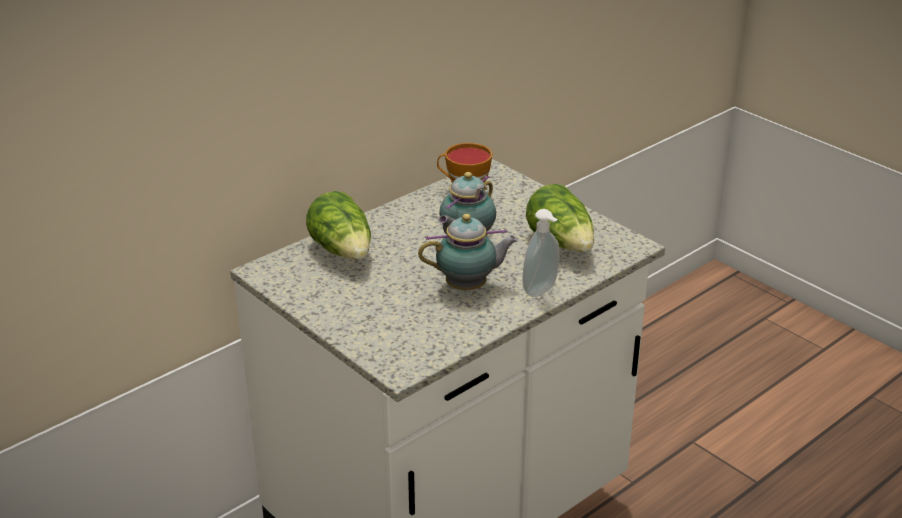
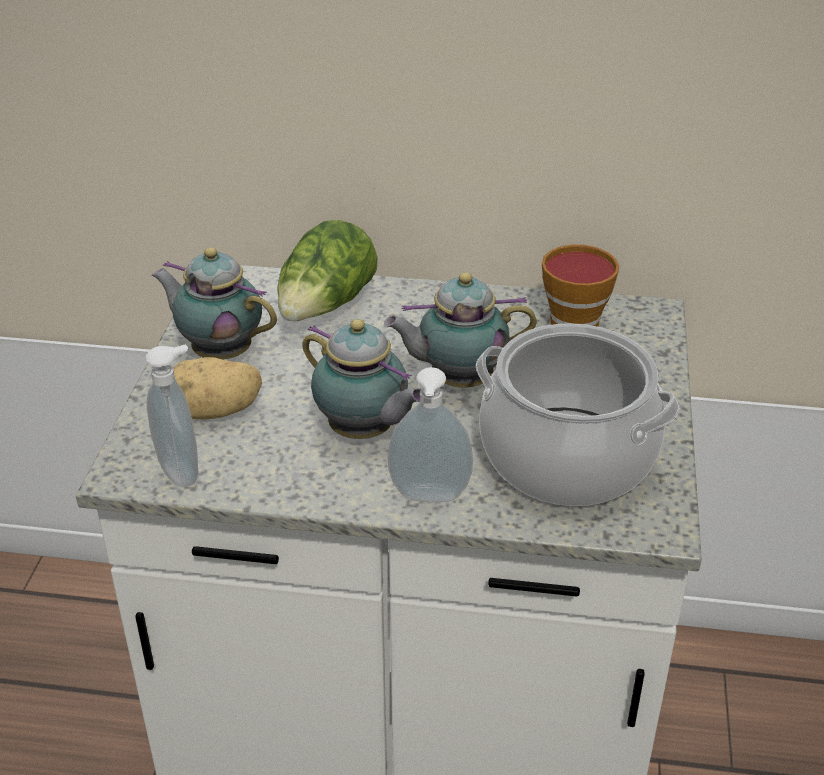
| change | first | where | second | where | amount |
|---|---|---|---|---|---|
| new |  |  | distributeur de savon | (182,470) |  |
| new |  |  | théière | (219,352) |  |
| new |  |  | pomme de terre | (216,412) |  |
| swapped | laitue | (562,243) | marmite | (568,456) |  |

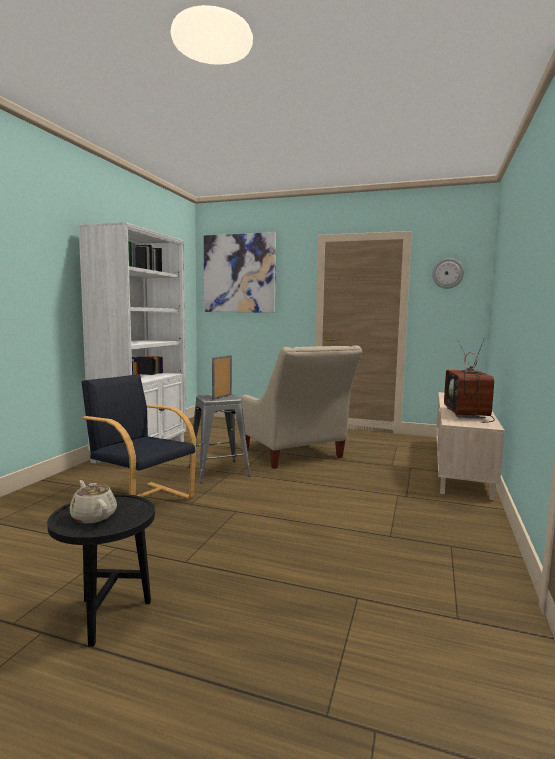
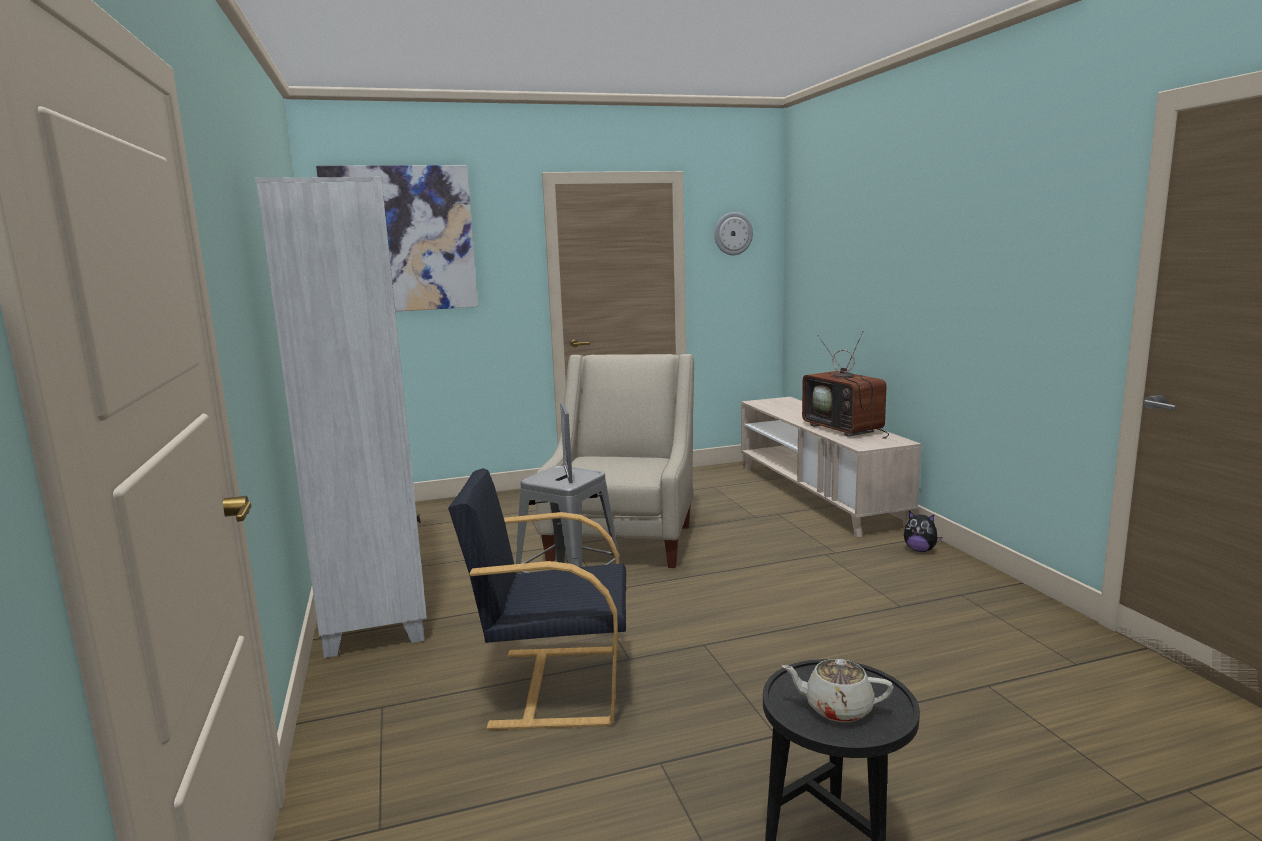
| change | first | where | second | where | amount |
|---|---|---|---|---|---|
| rotated | fauteuil/beige | (295,455) |  | (624,538) | 105 degrees counterclockwise |
| new |  |  | peluche | (920,550) |  |

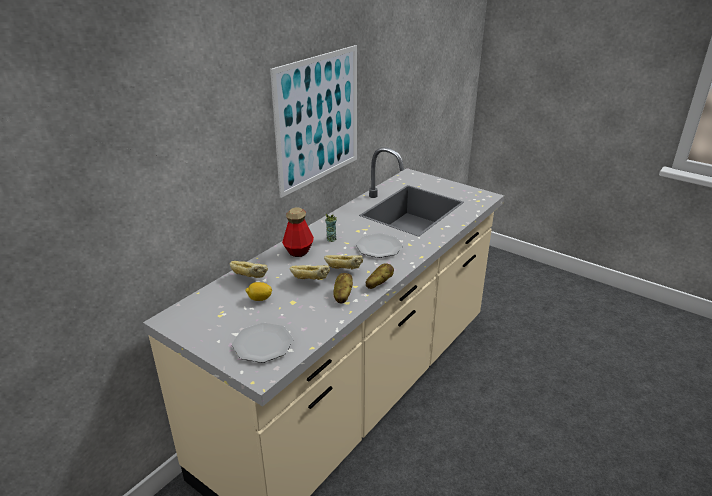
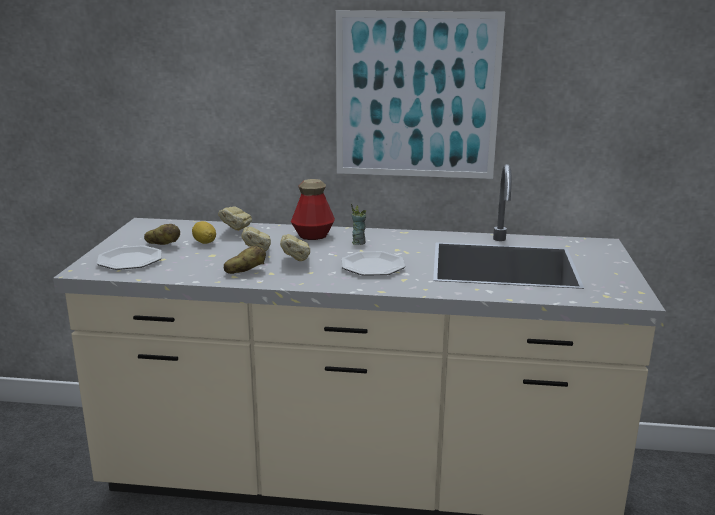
| change | first | where | second | where | amount |
|---|---|---|---|---|---|
| shifted | pomme de terre | (379,283) |  | (163,245) |  |

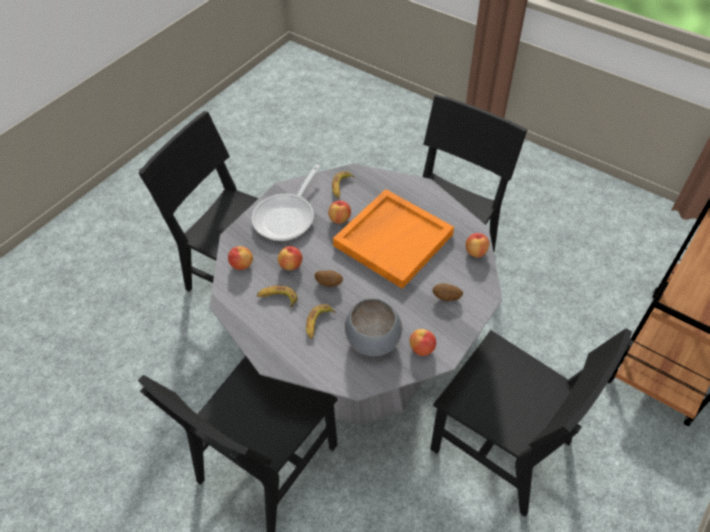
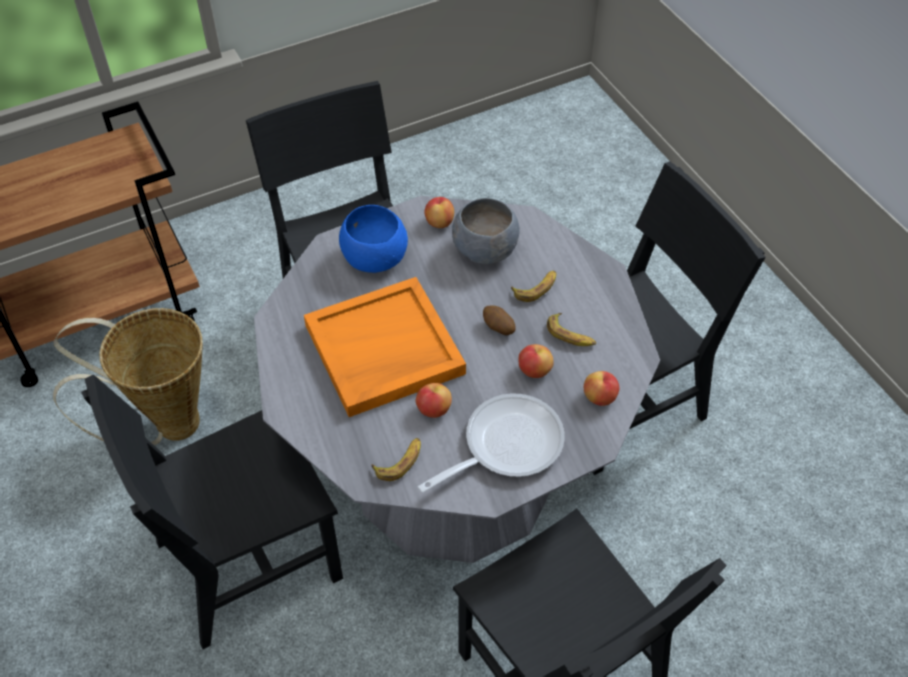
| change | first | where | second | where | amount |
|---|---|---|---|---|---|
| new |  |  | panier | (167,425) |  |
| swapped | pomme de terre | (446,297) | bol/bleu | (374,259) |  |
| gone | pomme | (476,252) |  |  |  |

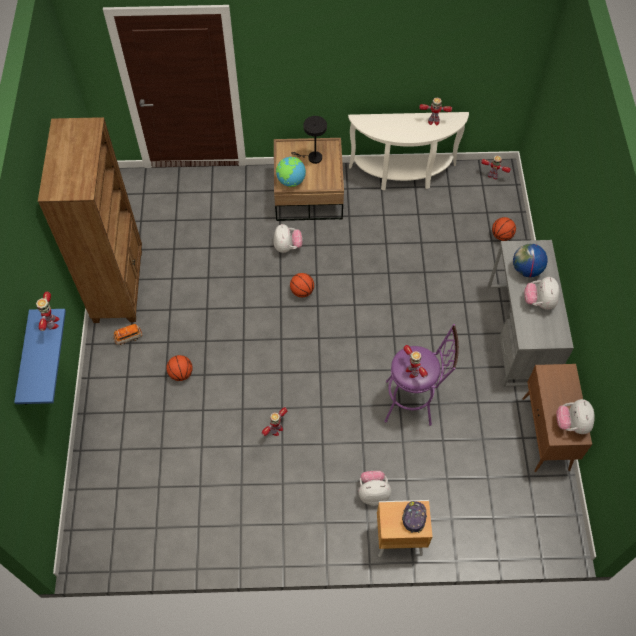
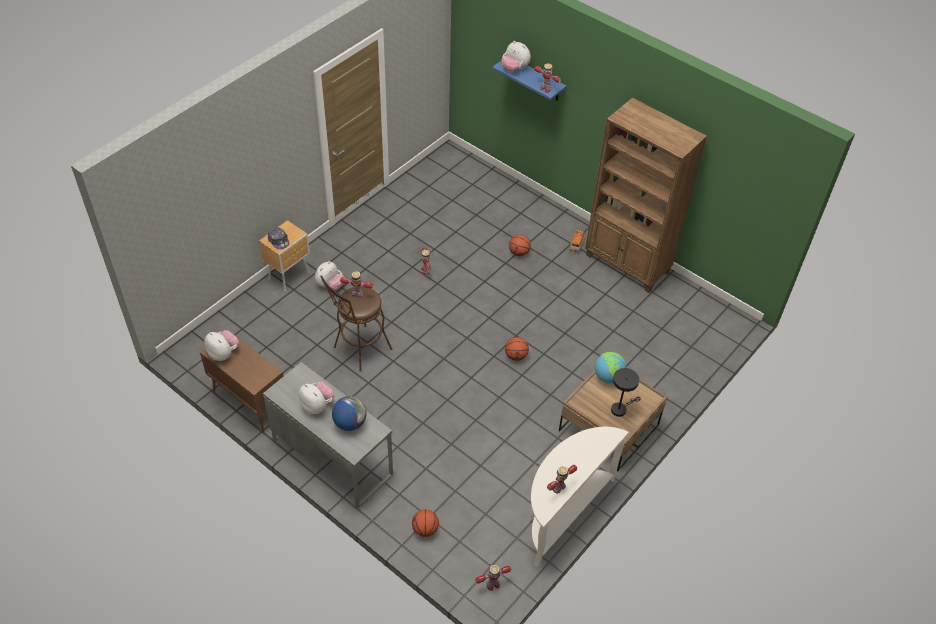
| change | first | where | second | where | amount |
|---|---|---|---|---|---|
| repainted | tabouret/violet | (414,403) | tabouret/marron | (359,350) |  |
| shifted | peluche | (287,247) |  | (514,69) |  |

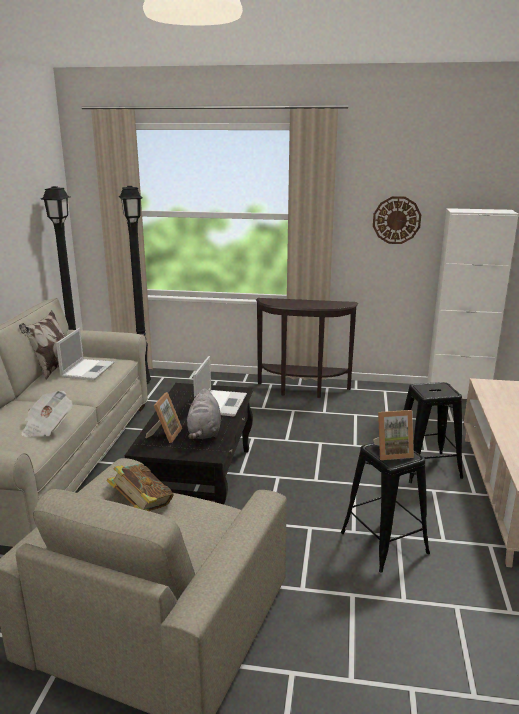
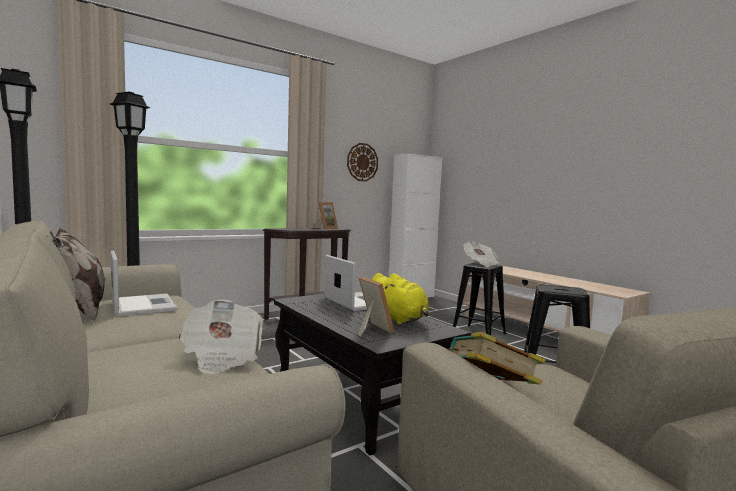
| change | first | where | second | where | amount |
|---|---|---|---|---|---|
| shifted | cadre photo | (392,452) |  | (325,228) |  |
| repainted | peluche/gris | (204,432) | peluche/jaune | (398,320) |  |
| new |  |  | journal | (480,263) |  |

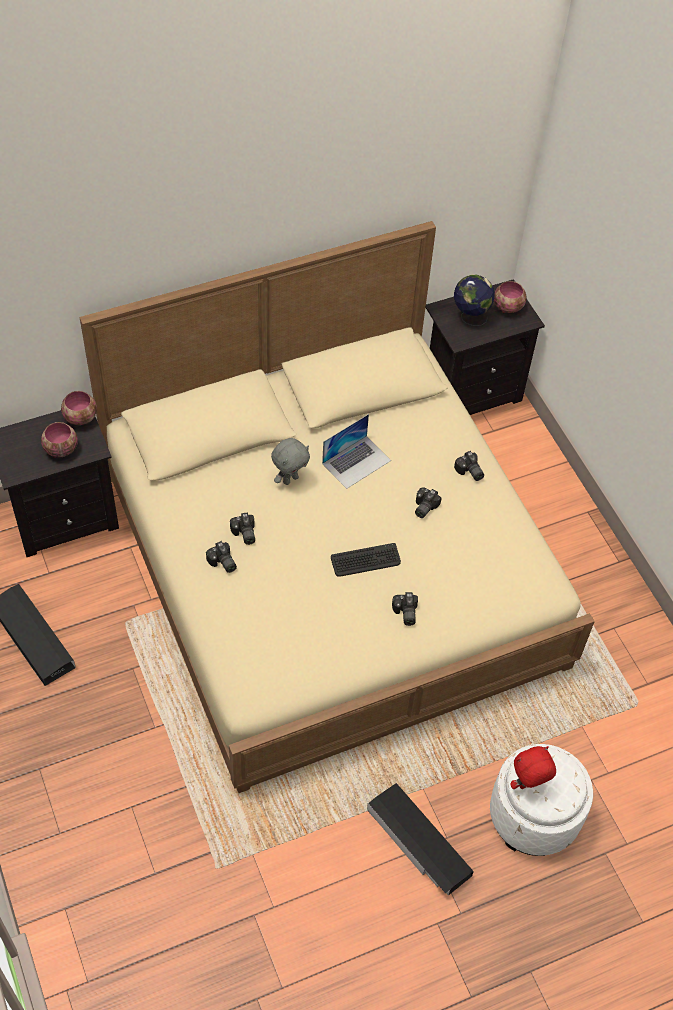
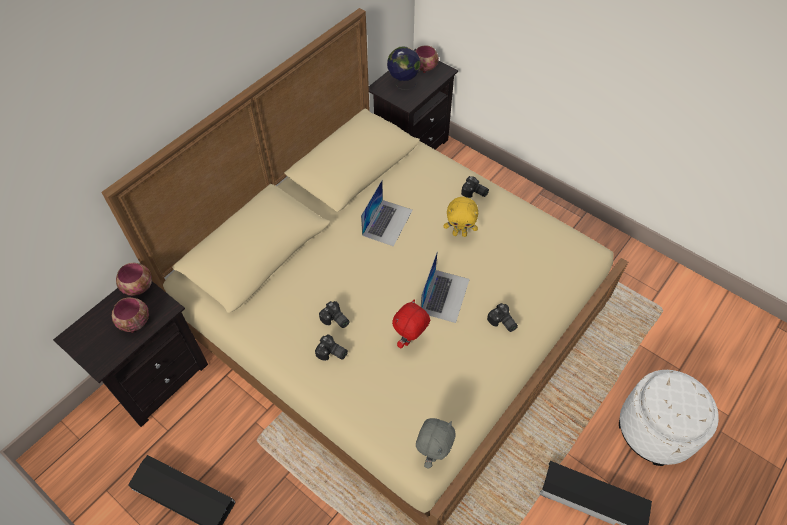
| change | first | where | second | where | amount |
|---|---|---|---|---|---|
| shifted | peluche/rouge | (528,785) |  | (410,340) |  |
| shifted | peluche/gris | (290,479) |  | (433,452) |  |
| swapped | clavier | (365,560) | ordinateur portable | (445,295) |  |
| swapped | appareil photo | (423,507) | peluche/jaune | (459,234) |  |

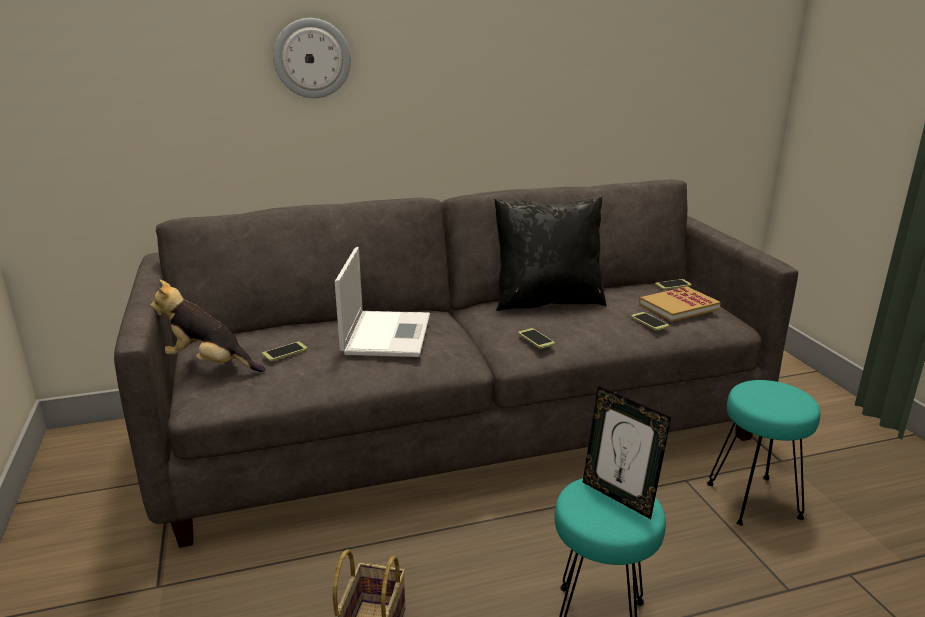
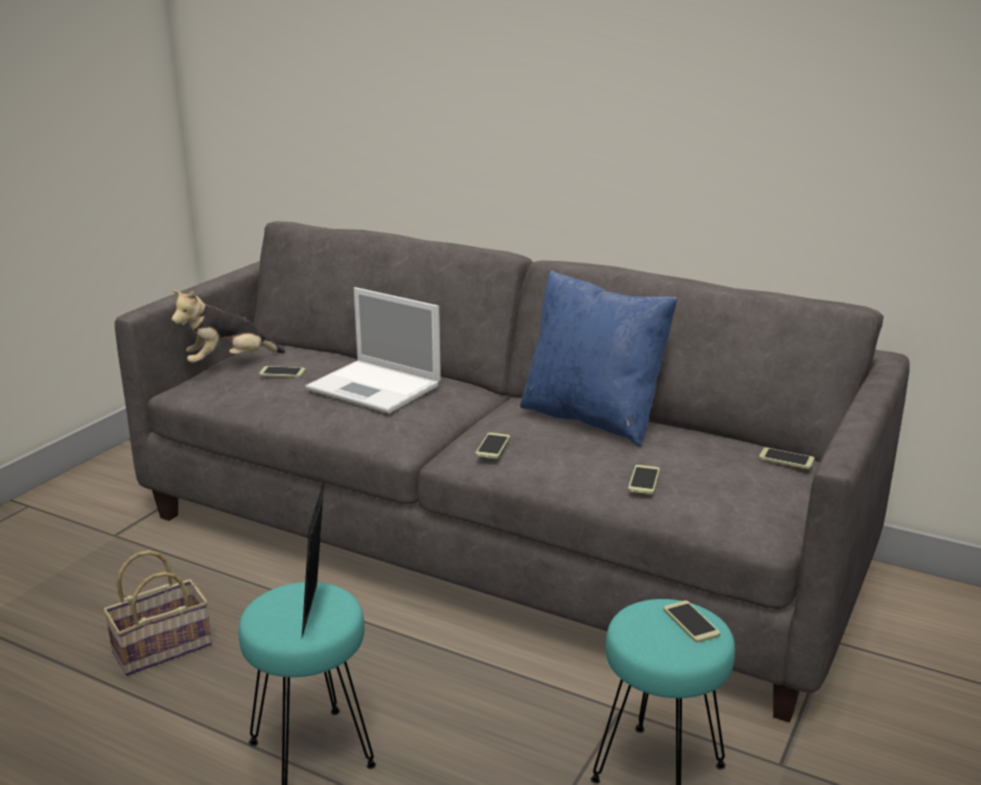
| change | first | where | second | where | amount |
|---|---|---|---|---|---|
| rotated | peluche | (210,364) |  | (228,362) | 90 degrees counterclockwise |
| rotated | ordinateur portable | (387,333) |  | (376,387) | 75 degrees clockwise |
| repainted | coussin/noir | (547,301) | coussin/bleu | (593,418) |  |
| new |  |  | téléphone | (691,622) |  |
| gone | horloge murale | (312,58) |  |  |  |
| gone | livre | (678,307) |  |  |  |

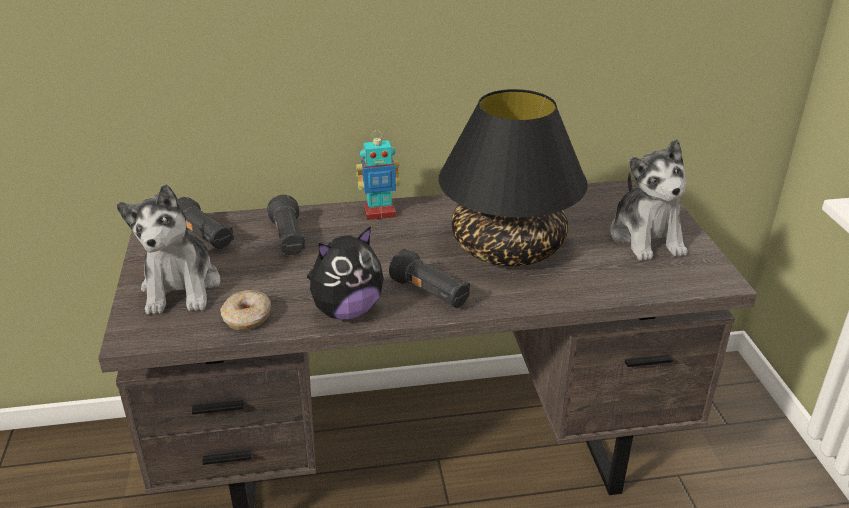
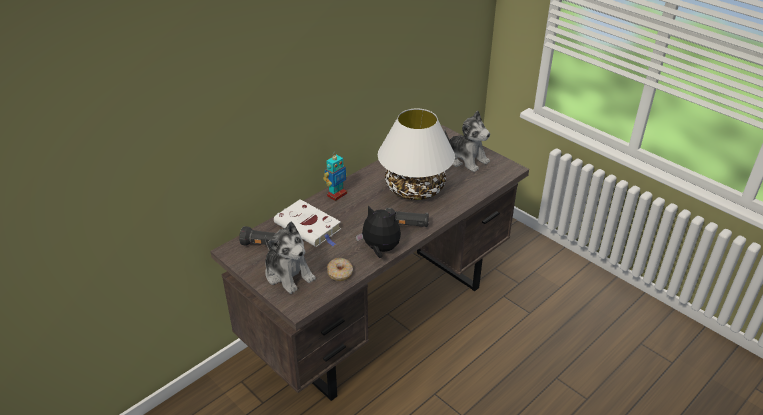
| change | first | where | second | where | amount |
|---|---|---|---|---|---|
| swapped | lampe de poche/noir | (288,239) | livre/blanc | (309,227) |  |
| rotated | peluche | (346,311) |  | (380,249) | 90 degrees counterclockwise |
| repainted | lampe de table/noir | (508,248) | lampe de table/blanc | (415,188) |  |

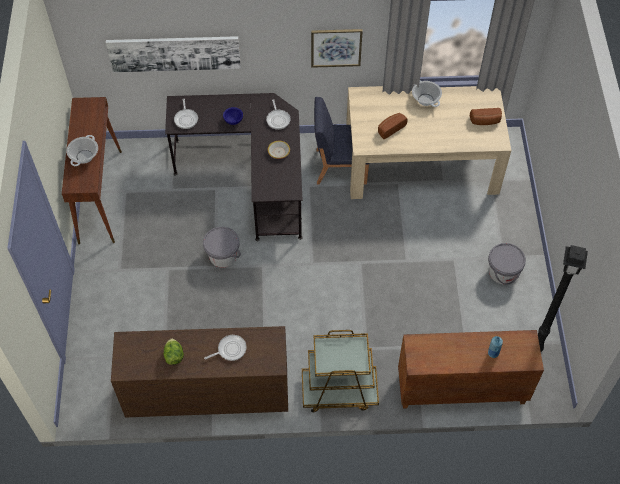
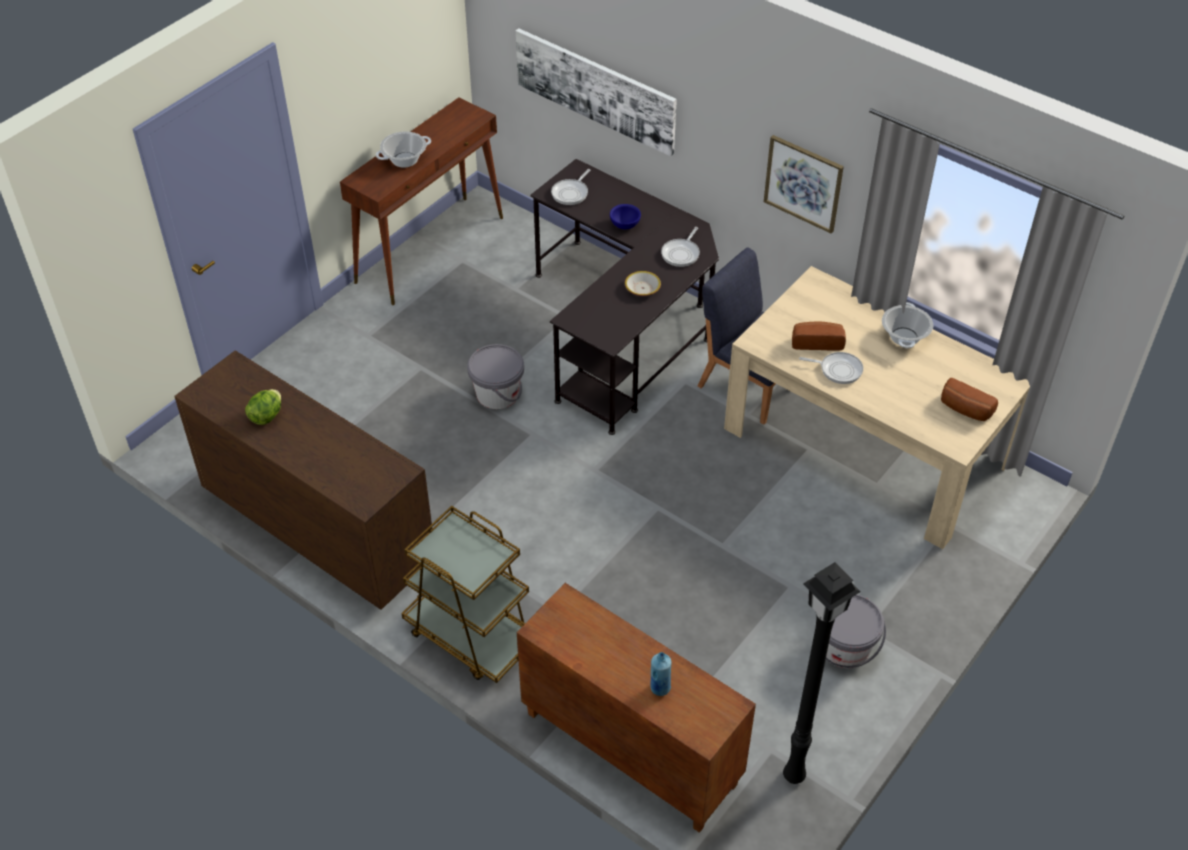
| change | first | where | second | where | amount |
|---|---|---|---|---|---|
| shifted | poêle | (230,349) |  | (838,370) |  |

